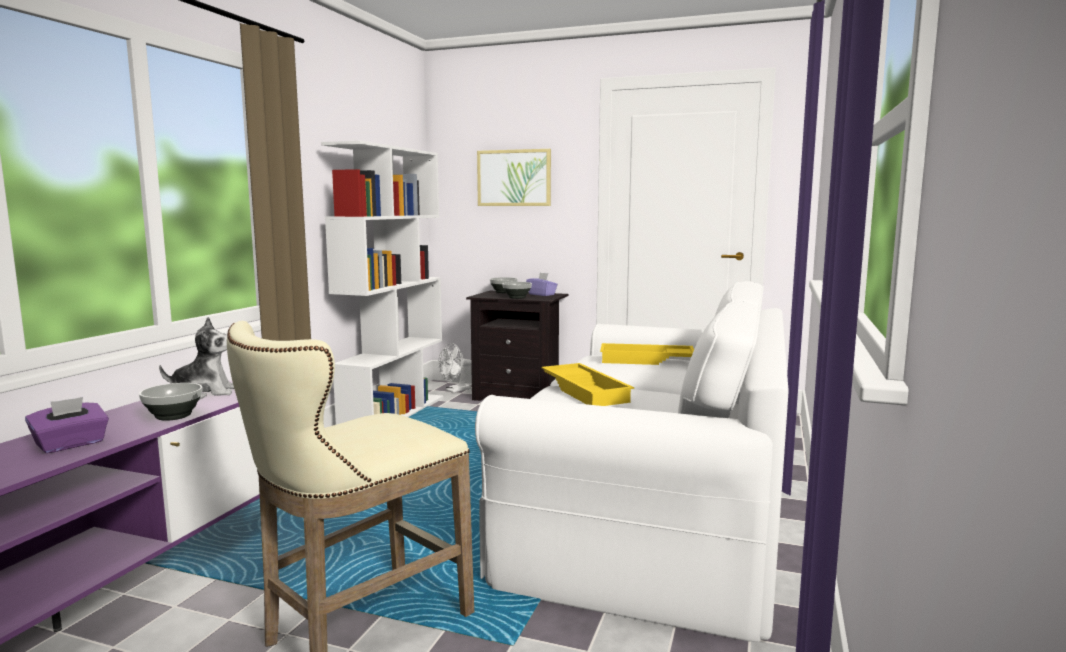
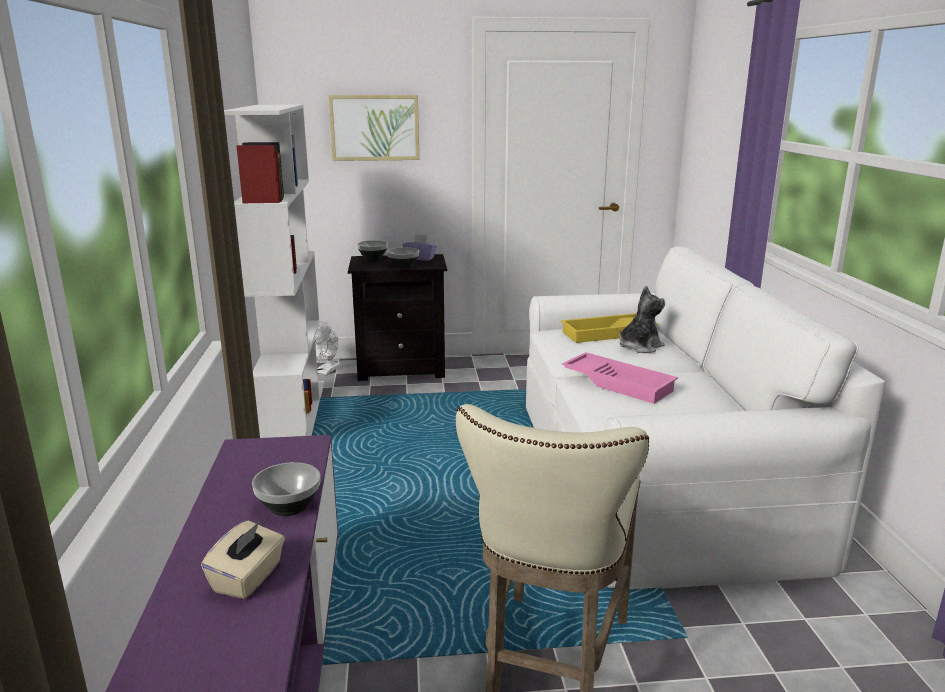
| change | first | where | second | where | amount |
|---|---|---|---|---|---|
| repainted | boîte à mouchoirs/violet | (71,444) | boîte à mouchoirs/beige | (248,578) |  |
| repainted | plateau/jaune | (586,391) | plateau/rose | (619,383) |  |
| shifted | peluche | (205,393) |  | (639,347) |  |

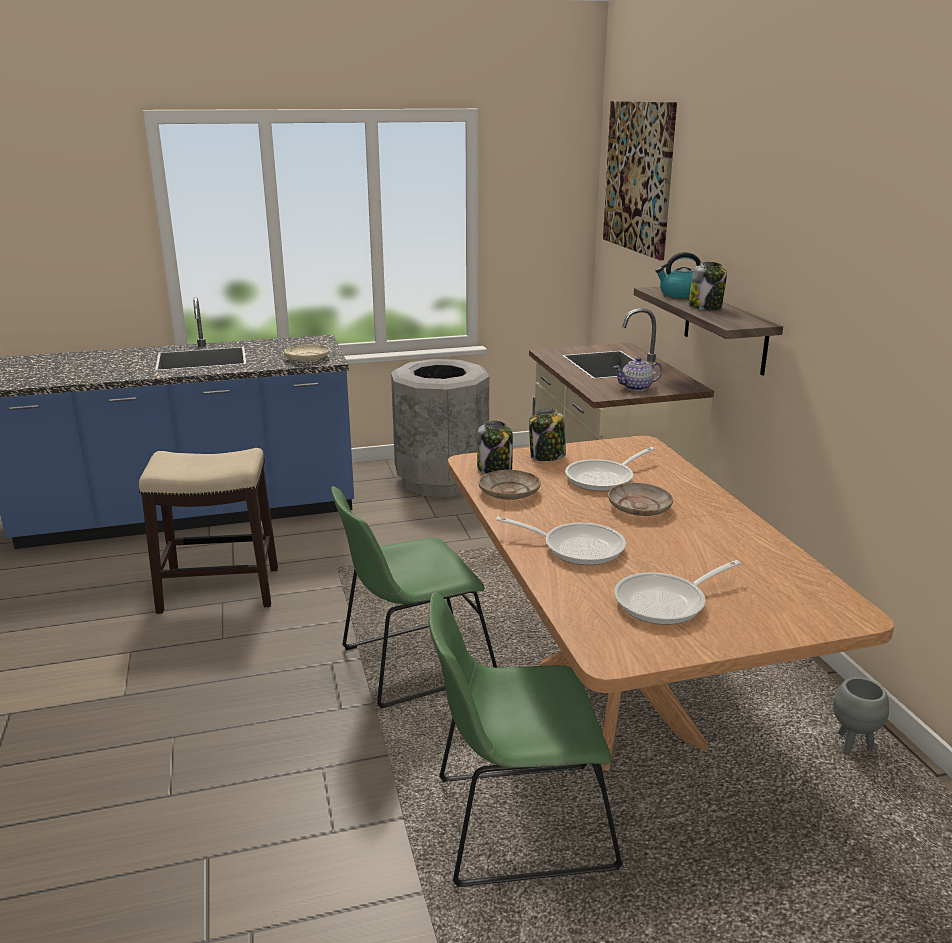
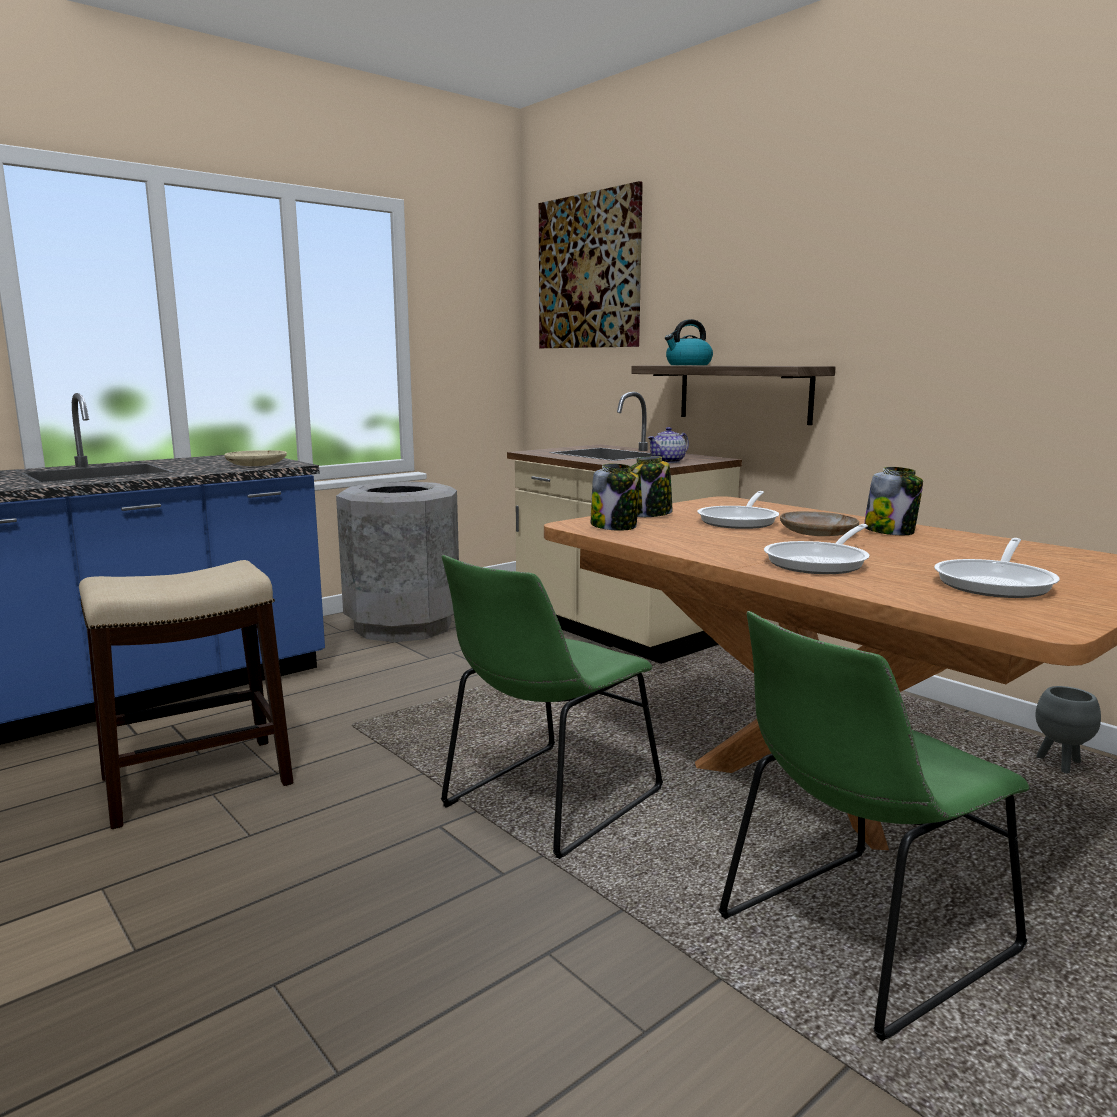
| change | first | where | second | where | amount |
|---|---|---|---|---|---|
| rotated | poêle | (576,547) |  | (821,562) | 135 degrees clockwise |
| shifted | bocal | (705,307) |  | (890,531) |  |
| gone | assiette/beige | (509,492) |  |  |  |

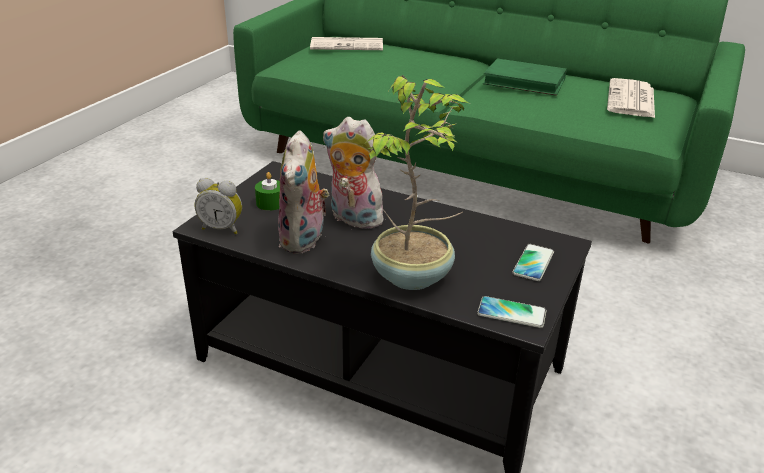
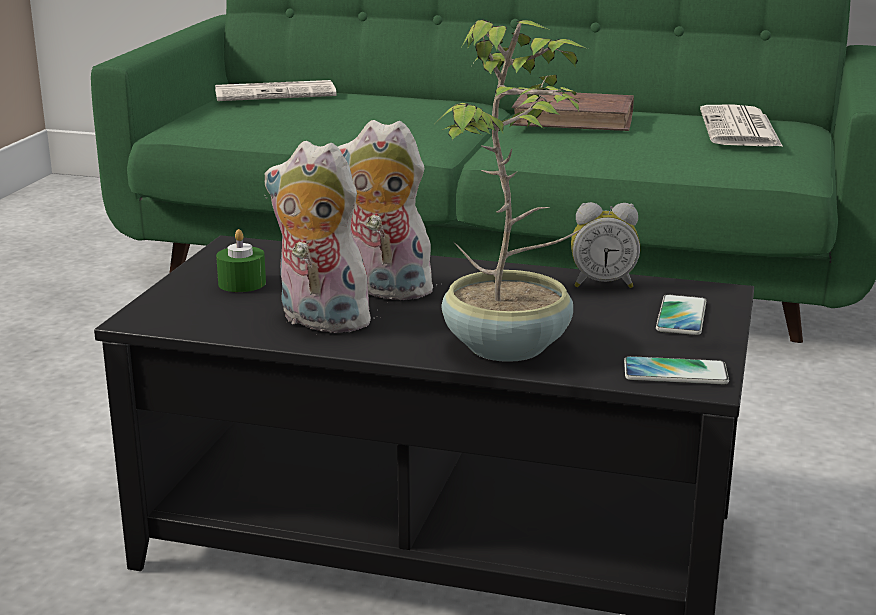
| change | first | where | second | where | amount |
|---|---|---|---|---|---|
| rotated | peluche | (304,240) |  | (318,321) | 120 degrees clockwise |
| repainted | livre/vert | (525,82) | livre/marron | (574,119) |  |
| shifted | réveil | (222,228) |  | (602,283) |  |

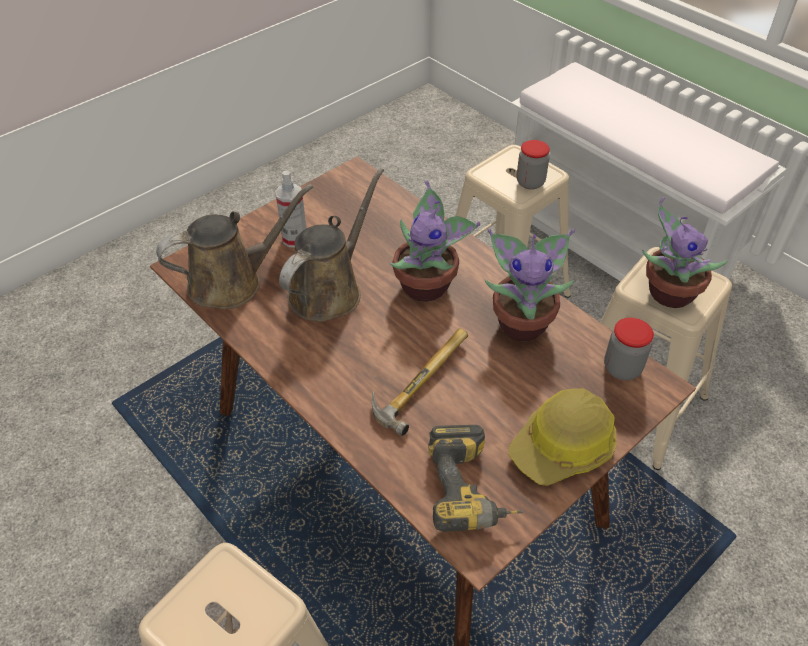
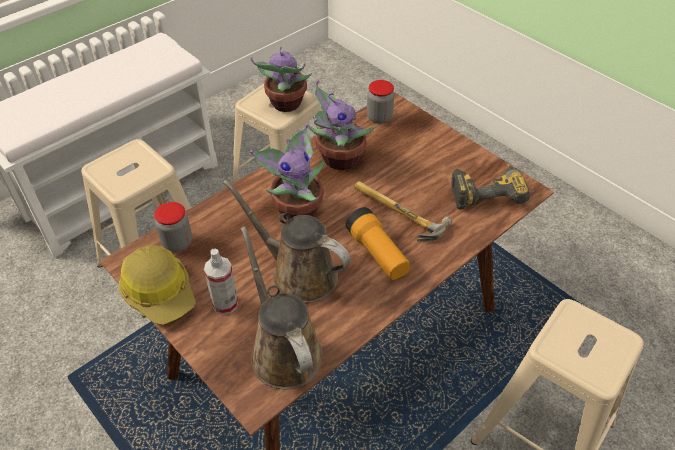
| change | first | where | second | where | amount |
|---|---|---|---|---|---|
| shifted | casque de chantier | (563,447) |  | (160,292) |  |
| shifted | bocal | (530,182) |  | (177,243) |  |
| new |  |  | lampe de poche | (377,253) |  |

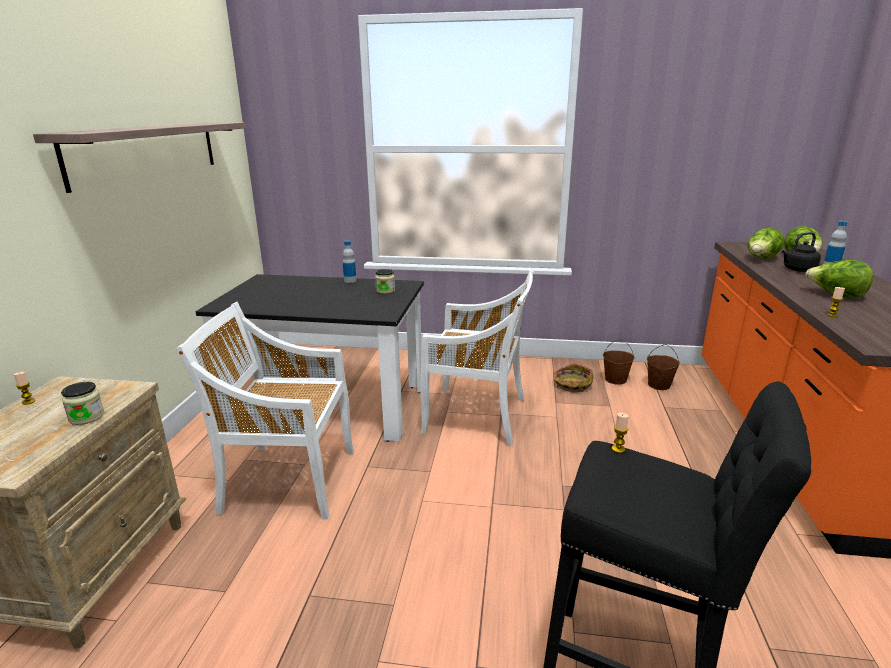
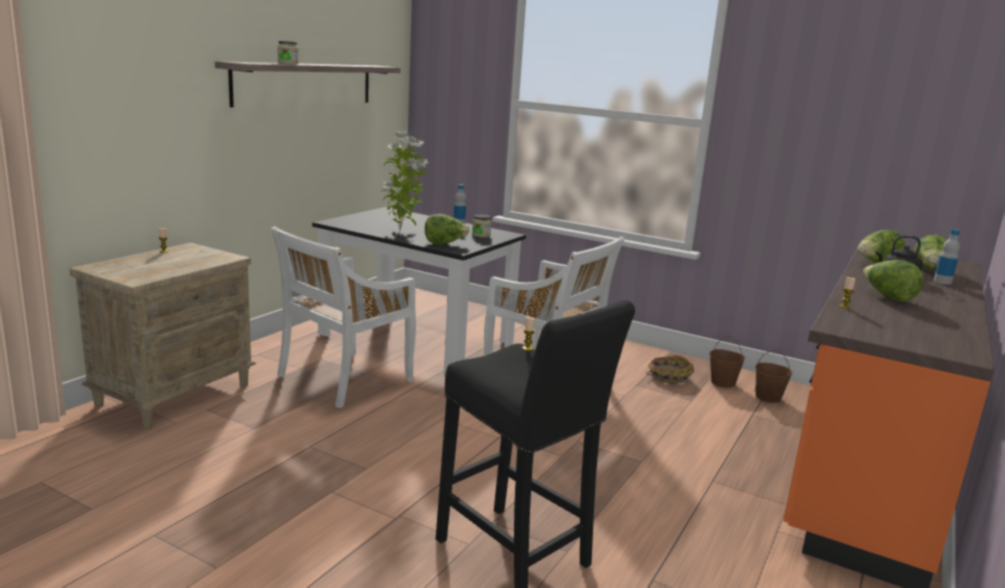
| change | first | where | second | where | amount |
|---|---|---|---|---|---|
| rotated | chaise/blanc | (287,480) |  | (343,379) | 75 degrees counterclockwise |
| shifted | bocal | (86,417) |  | (288,63) |  |
| new |  |  | plante en pot | (401,231) |  |
| new |  |  | laitue | (444,244) |  |

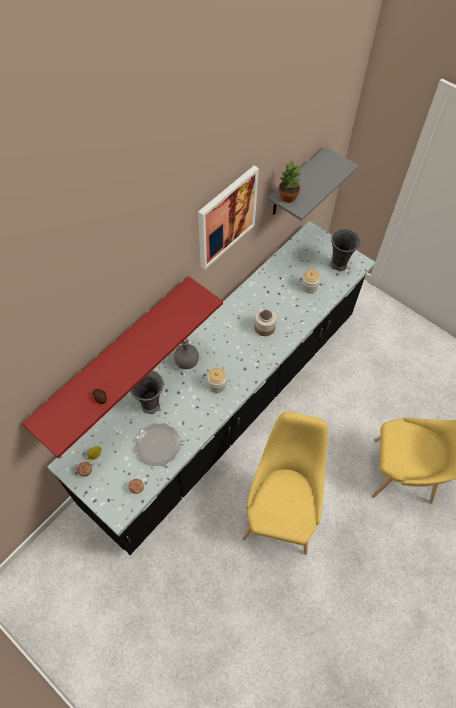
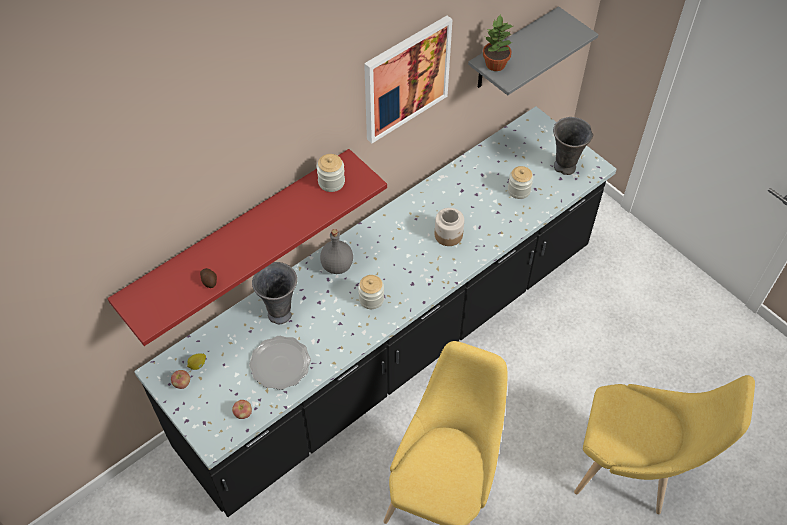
| change | first | where | second | where | amount |
|---|---|---|---|---|---|
| new |  |  | bocal | (331,182) |  |

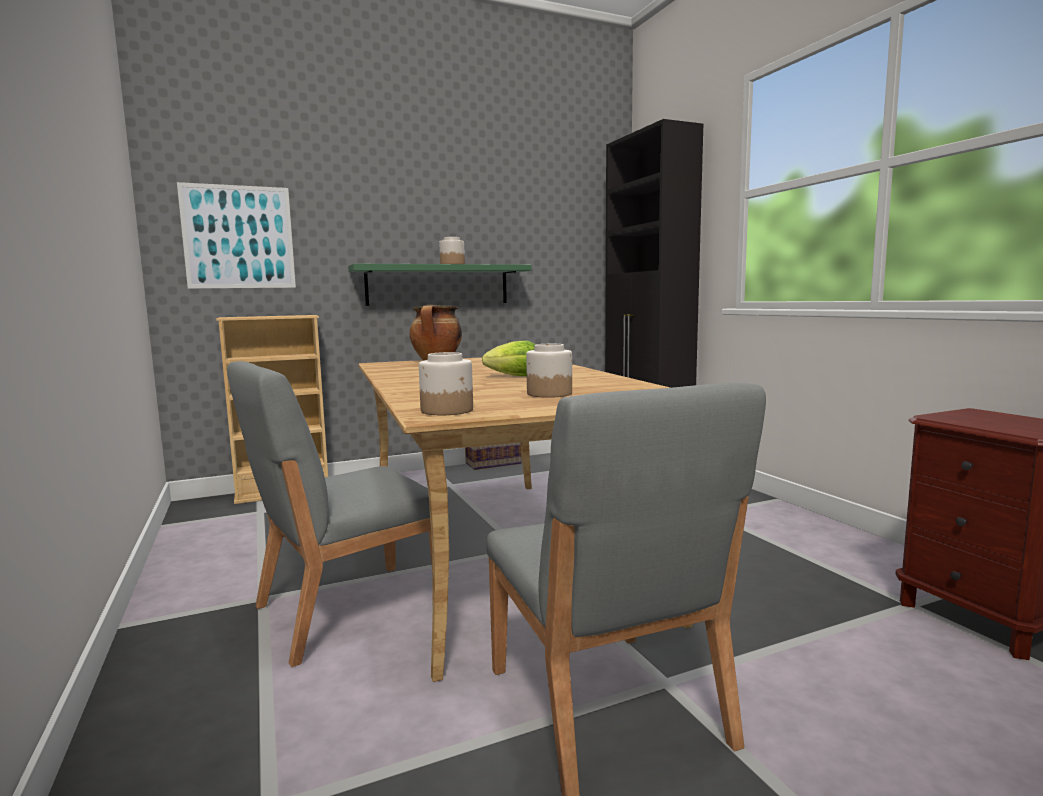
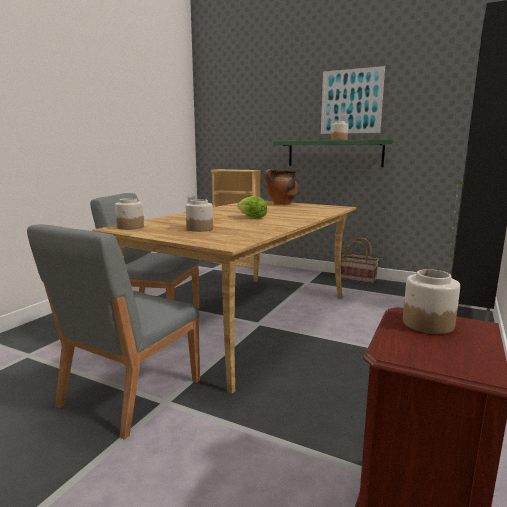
| change | first | where | second | where | amount |
|---|---|---|---|---|---|
| shifted | tableau | (239,237) |  | (351,101) |  |
| new |  |  | bocal | (427,323) |  |

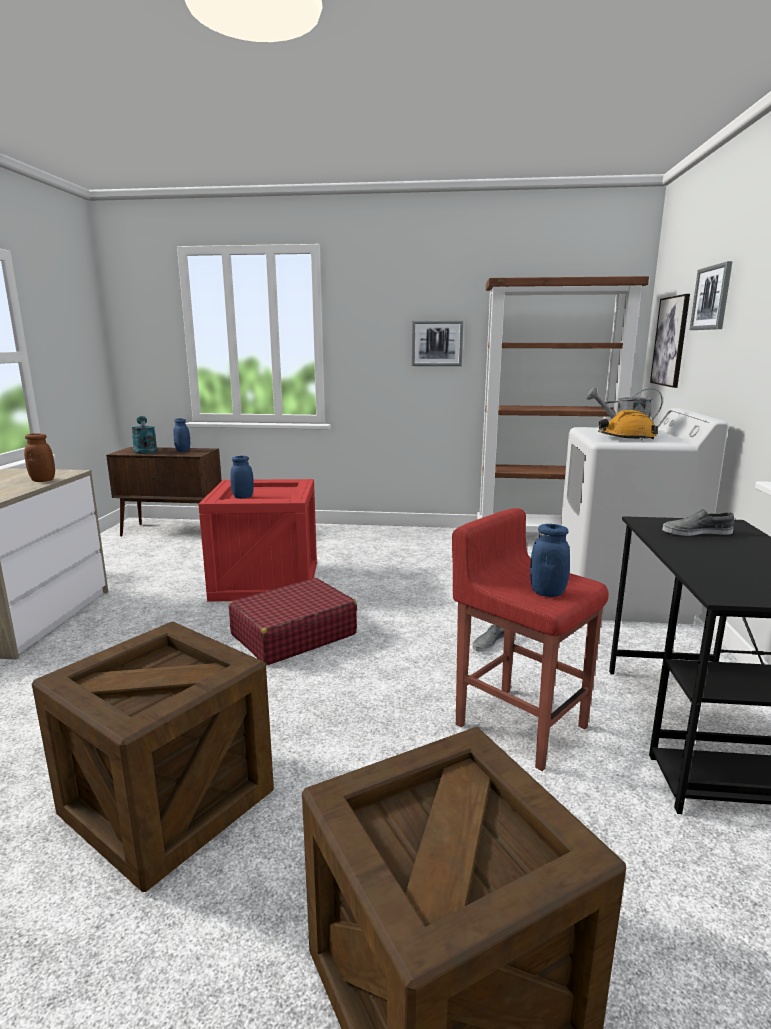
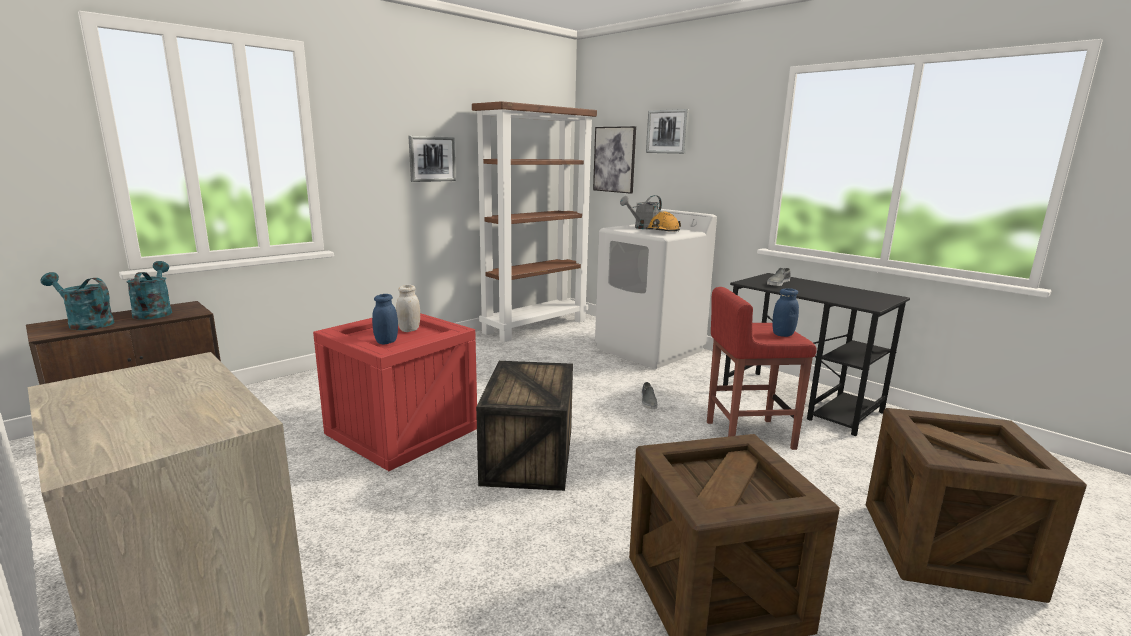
| change | first | where | second | where | amount |
|---|---|---|---|---|---|
| swapped | bocal/bleu | (183,451) | arrosoir/turquoise | (154,312) |  |
| new |  |  | bocal/blanc | (409,330) |  |
| swapped | valise/rouge | (293,635) | caisse | (529,457) |  |
| gone | bocal/marron | (43,480) |  |  |  |

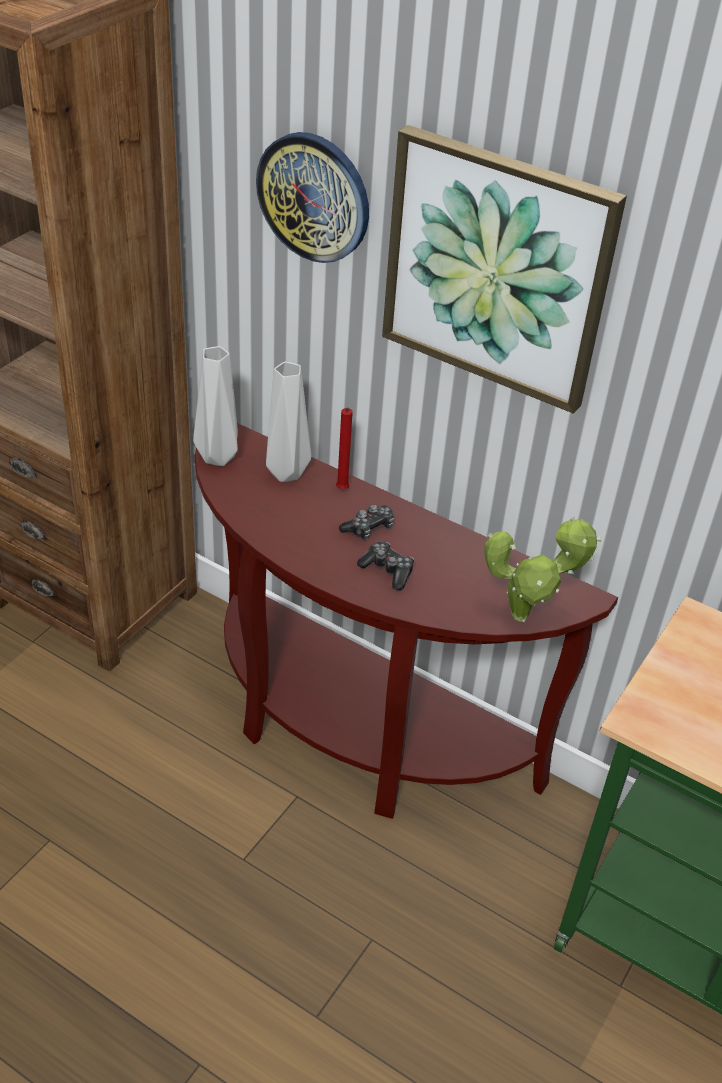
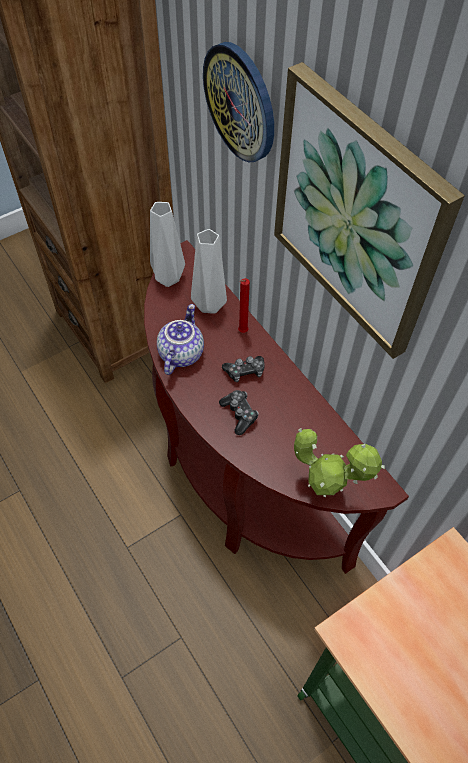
| change | first | where | second | where | amount |
|---|---|---|---|---|---|
| new |  |  | théière | (180,353) |  |

